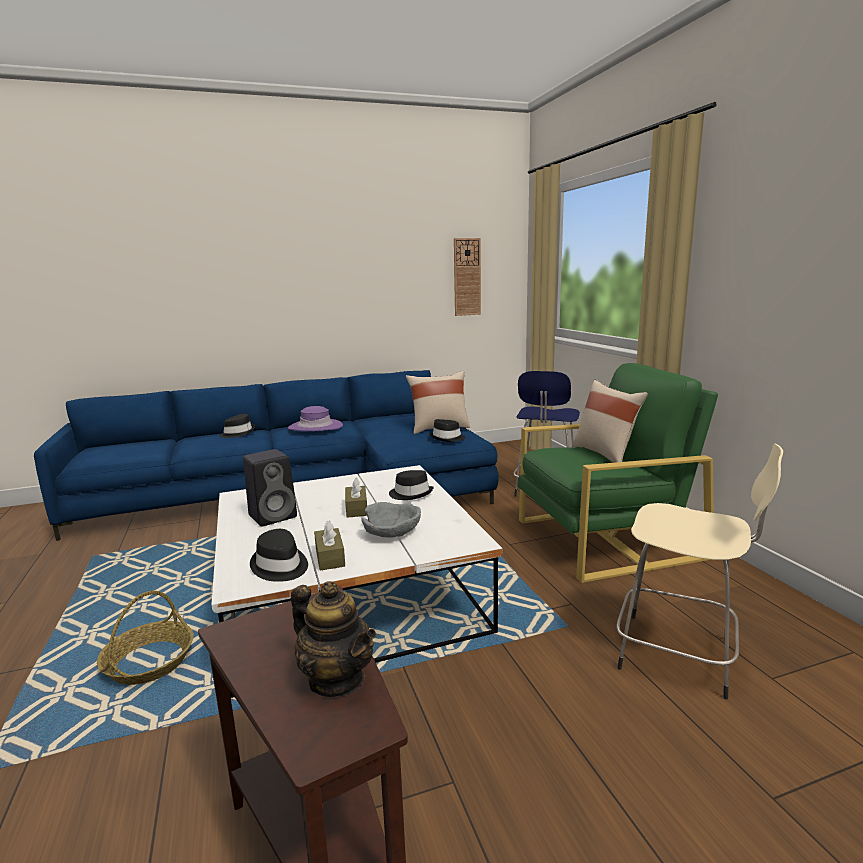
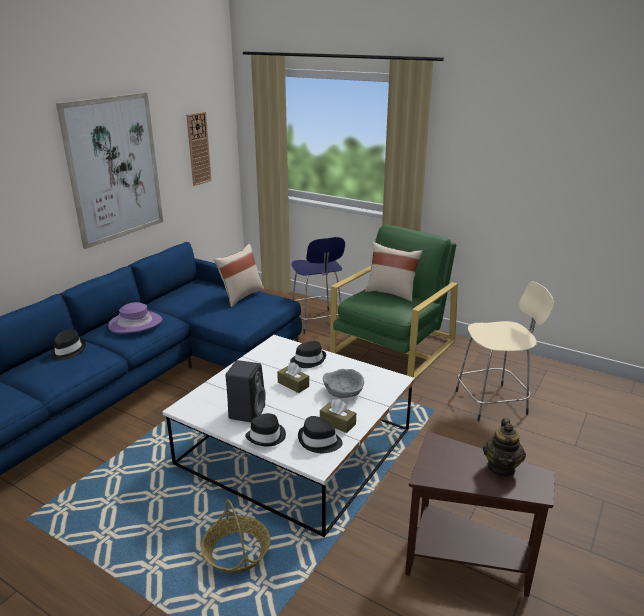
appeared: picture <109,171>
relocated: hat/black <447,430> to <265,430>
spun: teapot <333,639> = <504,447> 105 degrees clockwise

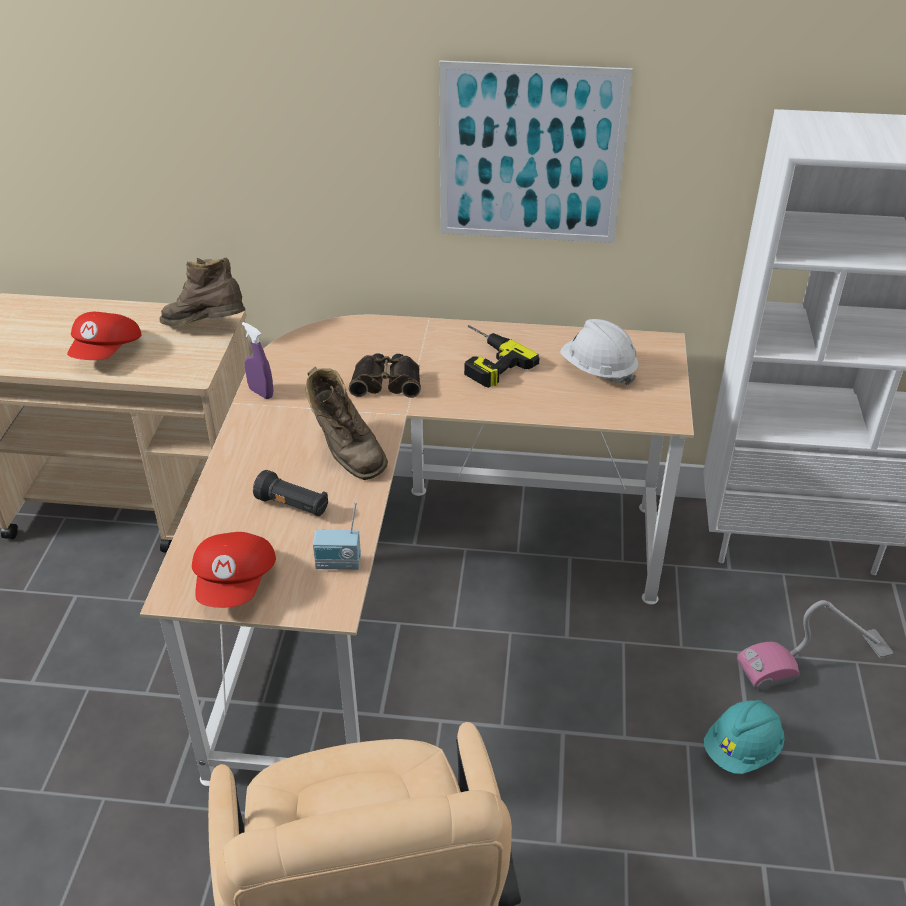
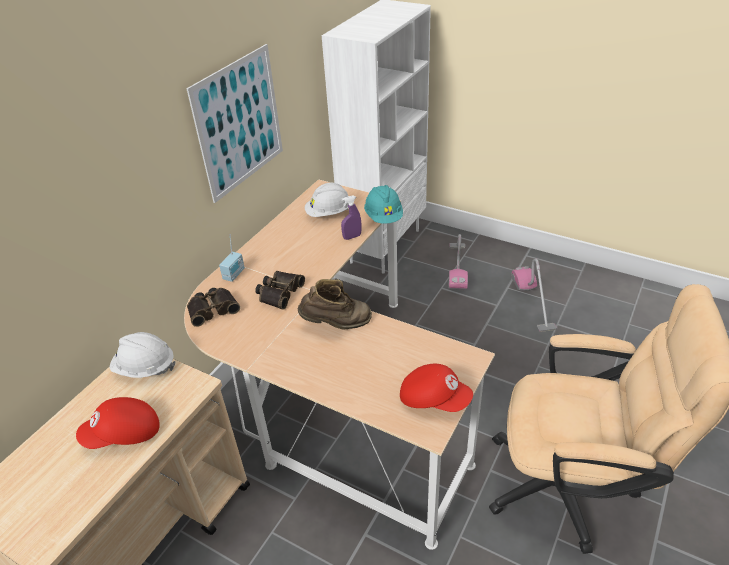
missing: power drill <501,356>; flashlight/black <290,493>
appeared: vacuum cleaner <534,295>; binoculars <213,307>
relocated: spray bottle/purple <258,360> to <351,217>; radio <337,536> to <232,258>; hard hat/turquoise <744,737> to <383,204>
exchanged: boot/brown <202,291> to hard hat/white <143,355>
spun: cap/red <104,336> = <118,423> 120 degrees clockwise

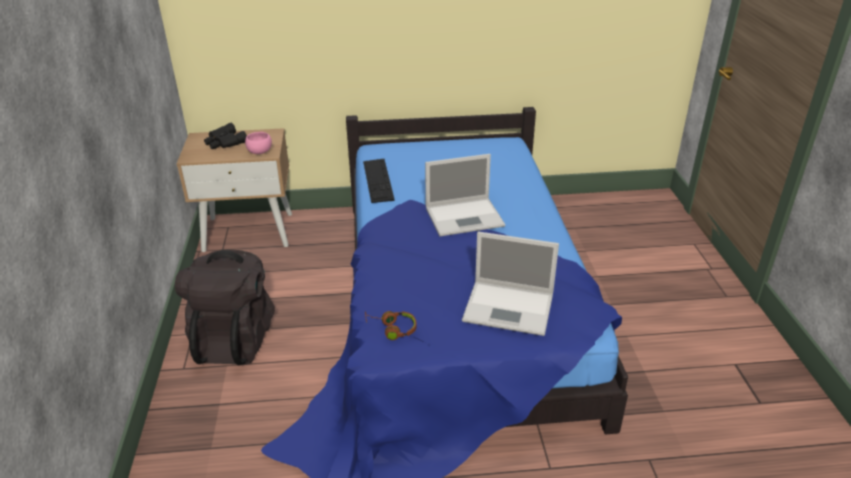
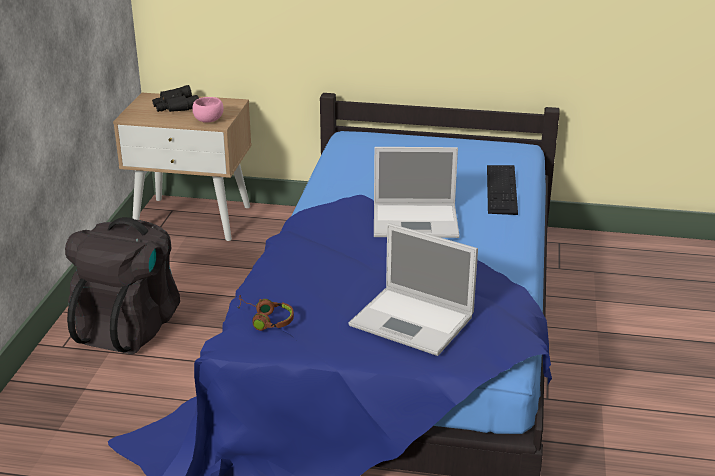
relocated: keyboard <379,181> to <502,190>

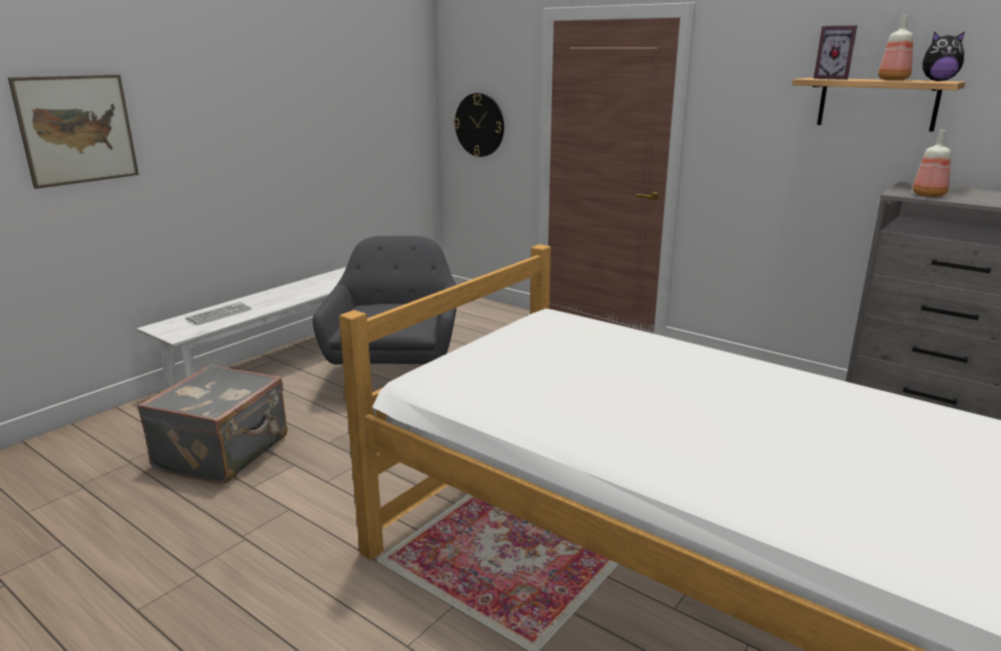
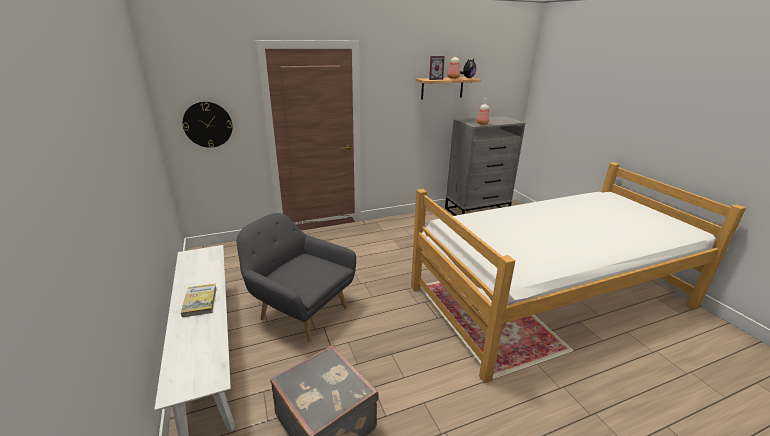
missing: picture <73,132>; keyboard <218,313>
appeared: book <199,300>

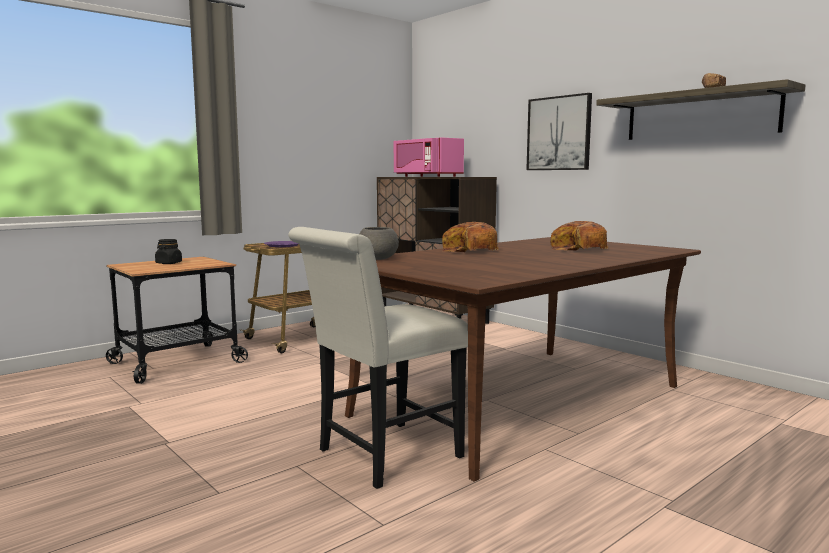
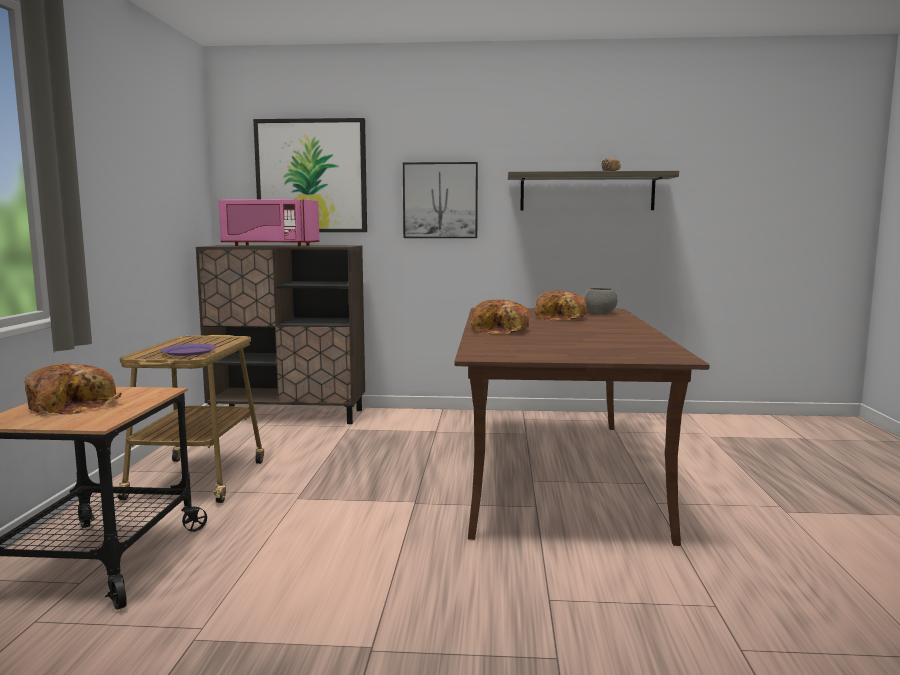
missing: chair/white <378,358>
appeared: picture <310,175>
relocated: bowl/grey <379,243> to <600,301>
exchanged: jar/black <168,251> to bread <73,389>

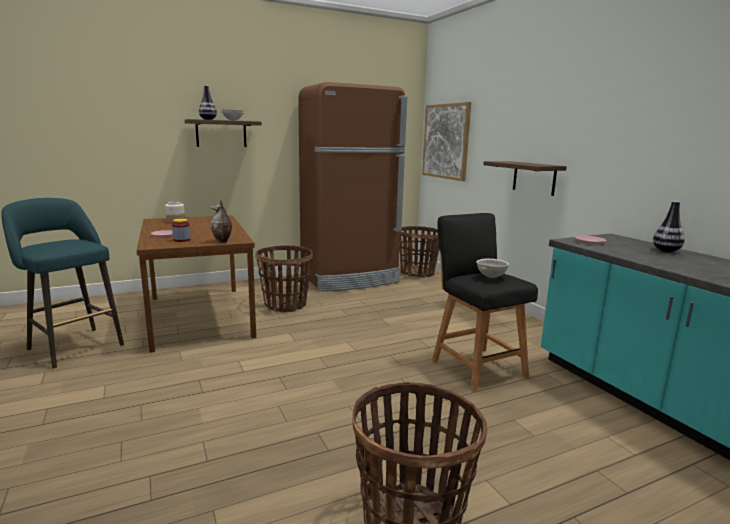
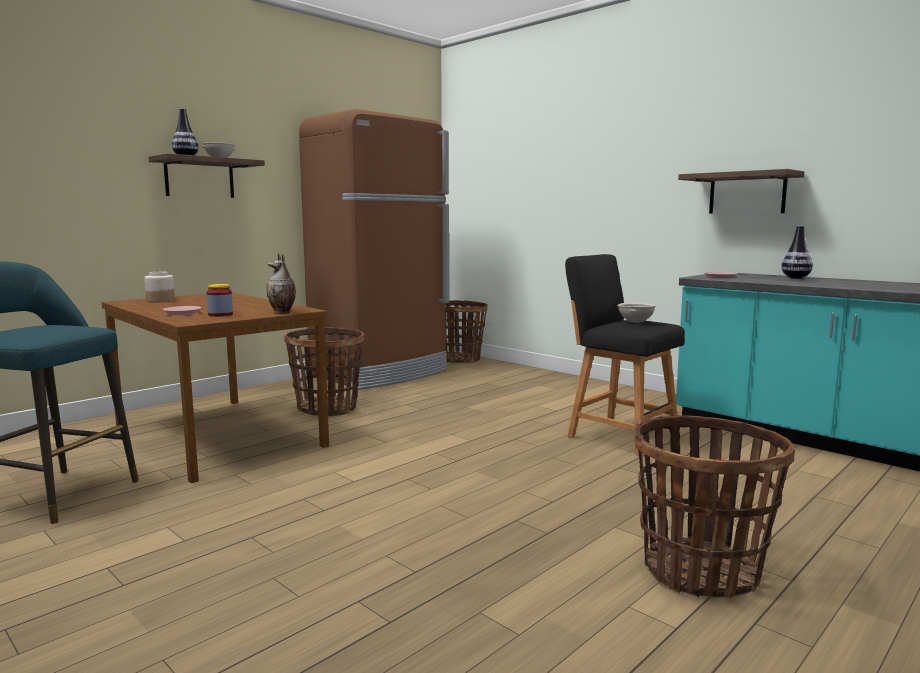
missing: picture <446,141>
relocated: shelf <525,178> to <741,191>

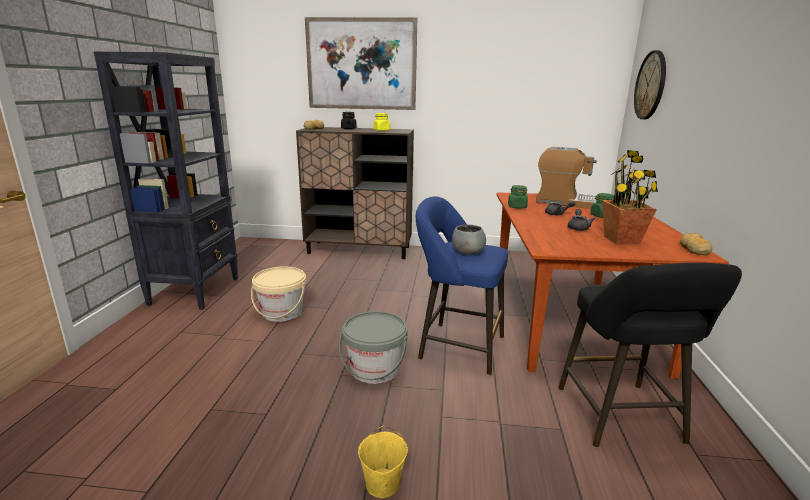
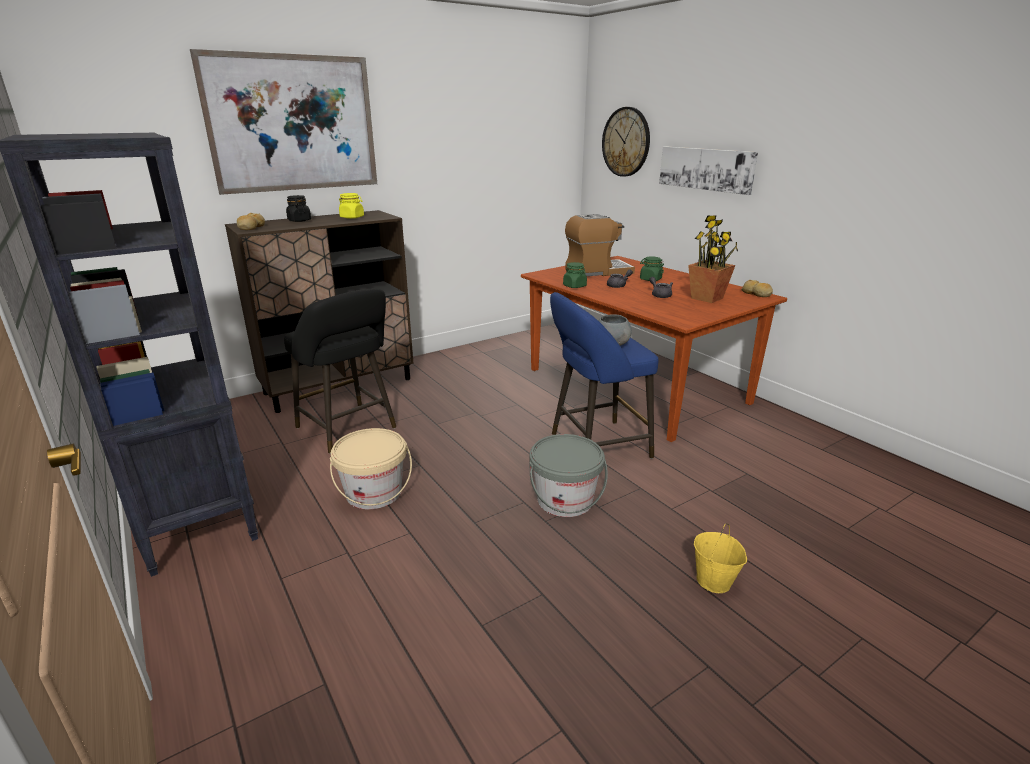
appeared: picture <708,170>
relocated: stool/black <650,355> to <340,371>

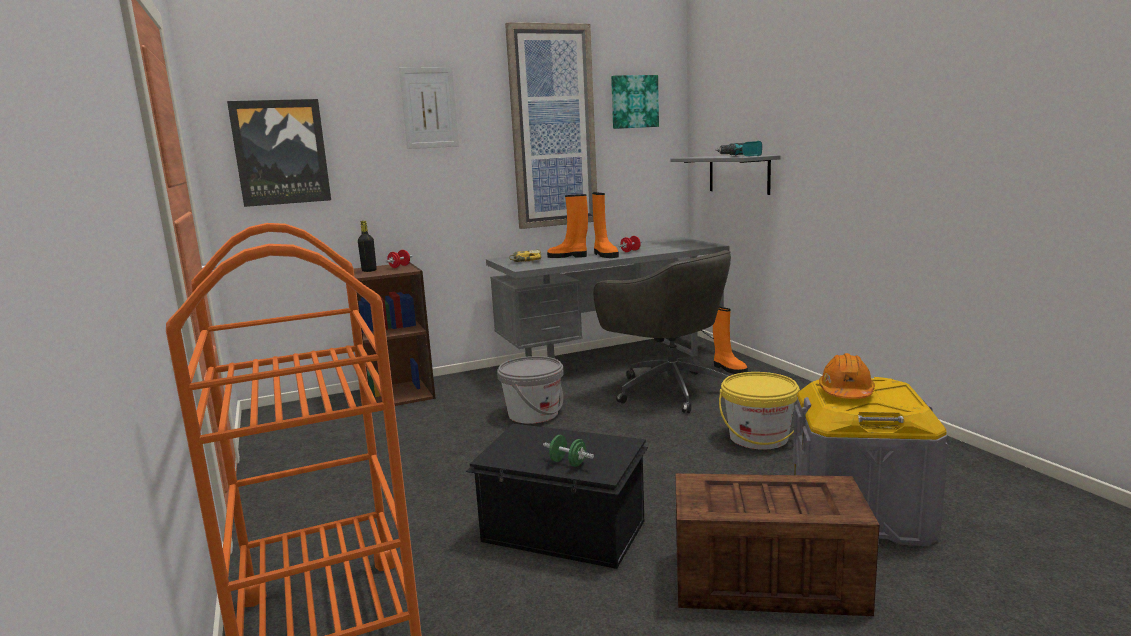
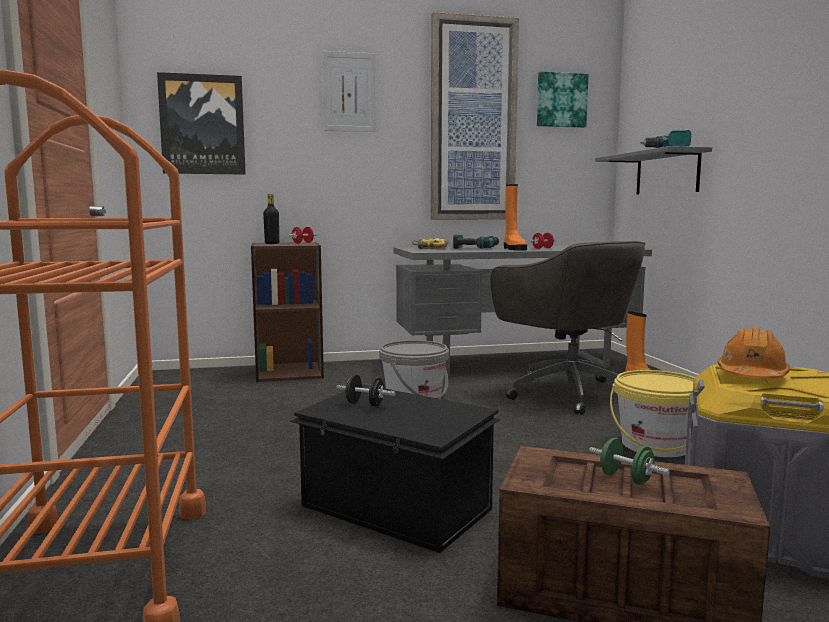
appeared: dumbbell/black <365,391>
relocated: dumbbell/green <568,451> to <629,461>
exchanged: boot/orange <567,226> to power drill <476,241>

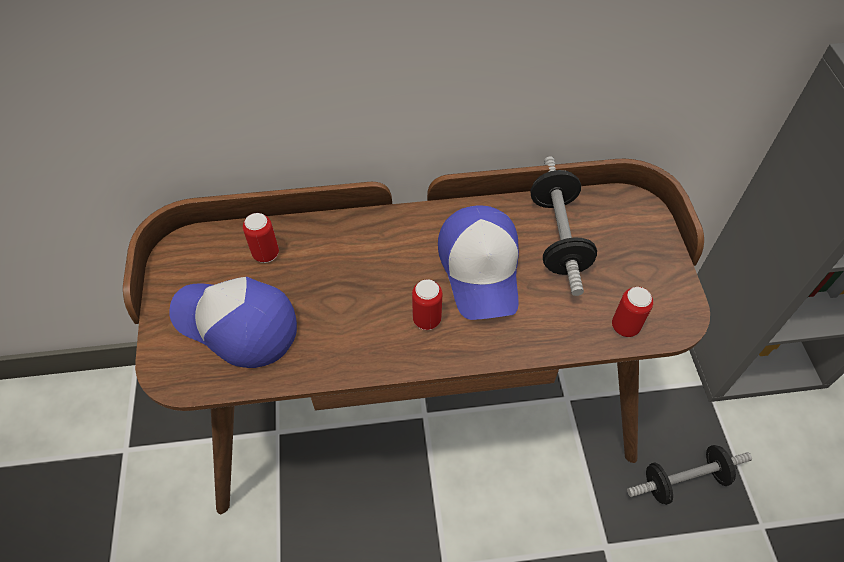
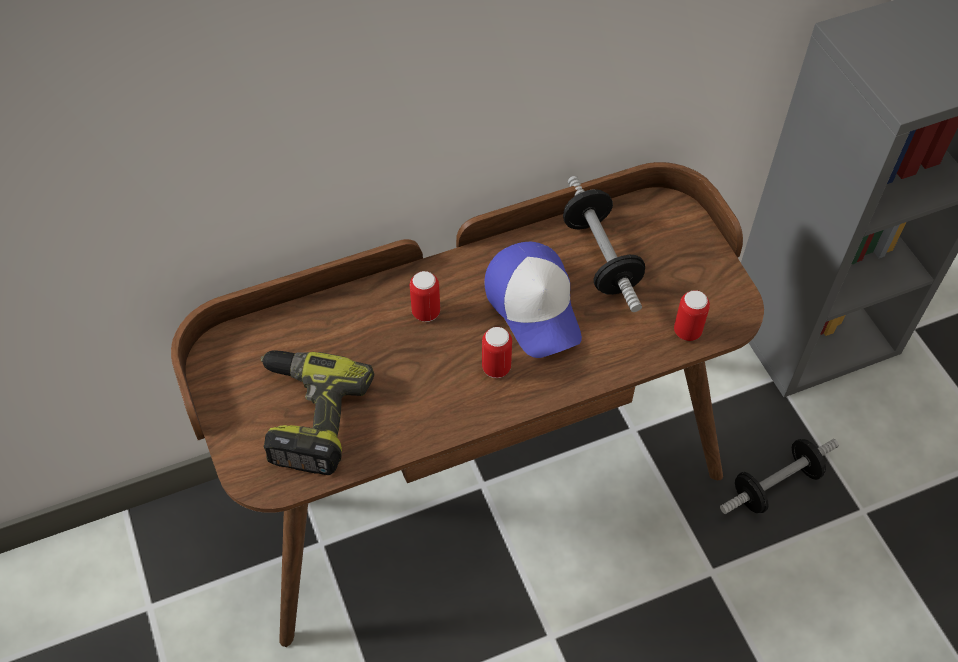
relocated: can <261,238> to <425,296>
exchanged: cap <233,322> to power drill <317,412>

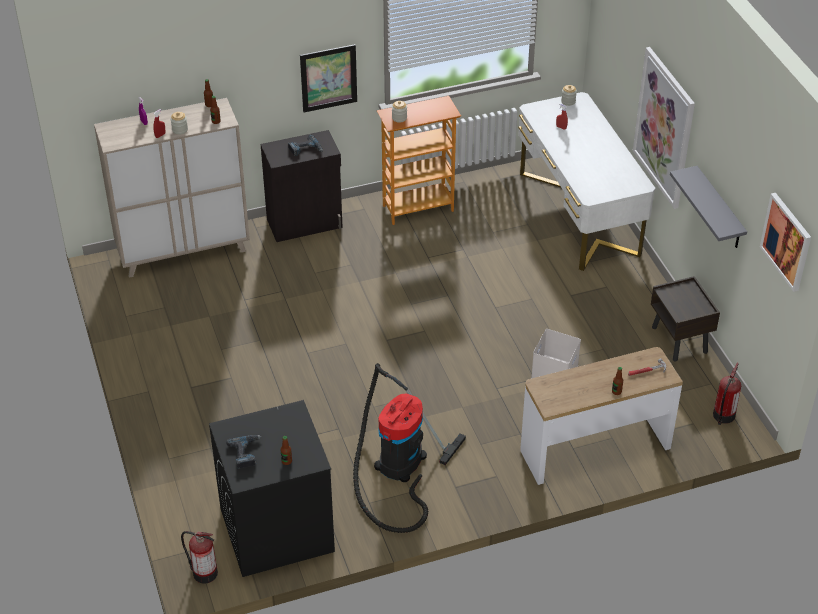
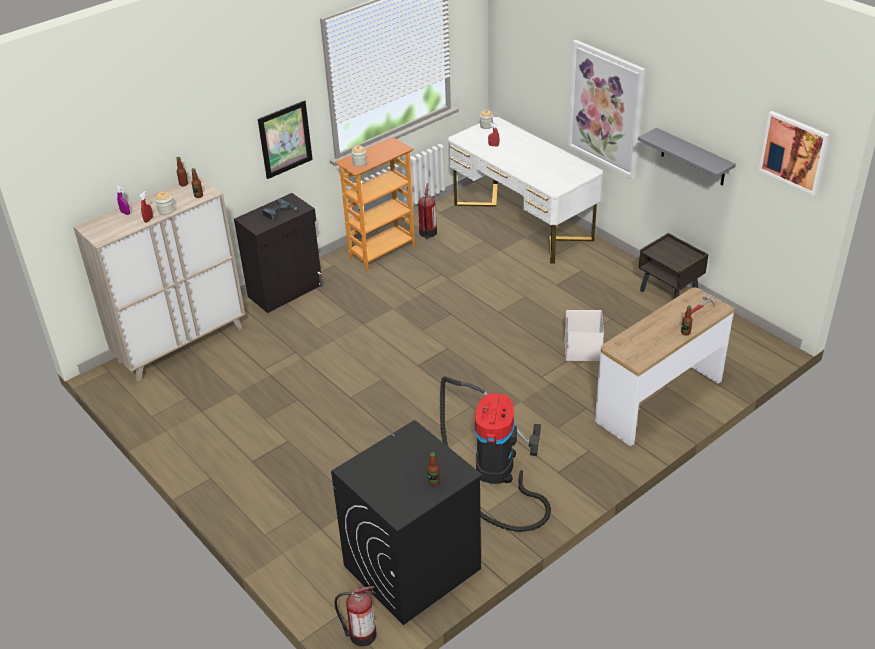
missing: power drill <244,452>
relocated: fire extinguisher <727,393> to <427,211>

